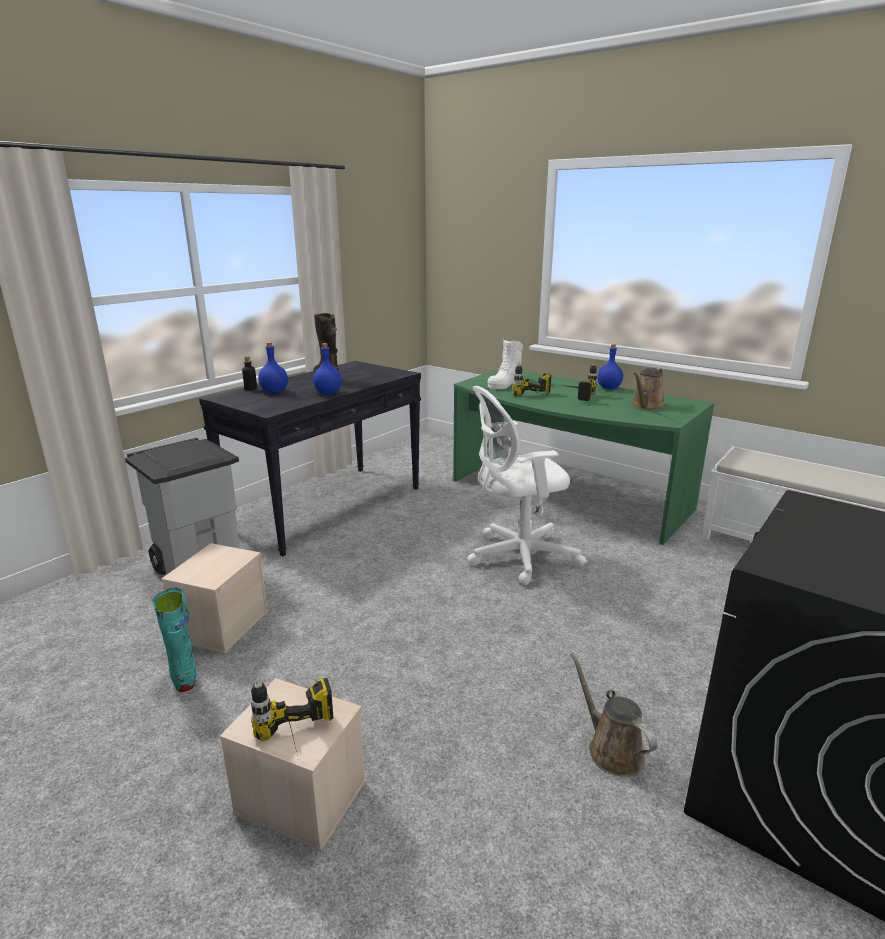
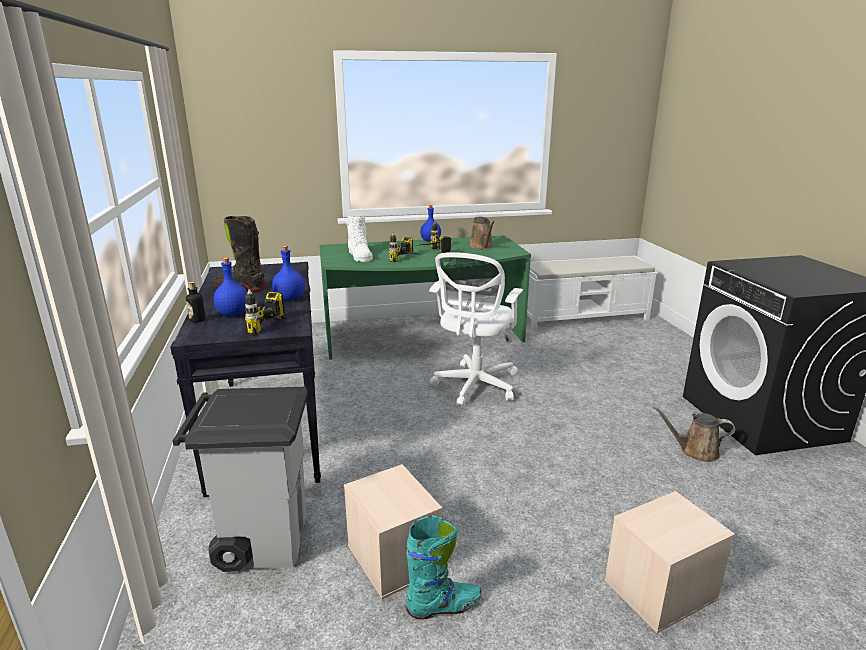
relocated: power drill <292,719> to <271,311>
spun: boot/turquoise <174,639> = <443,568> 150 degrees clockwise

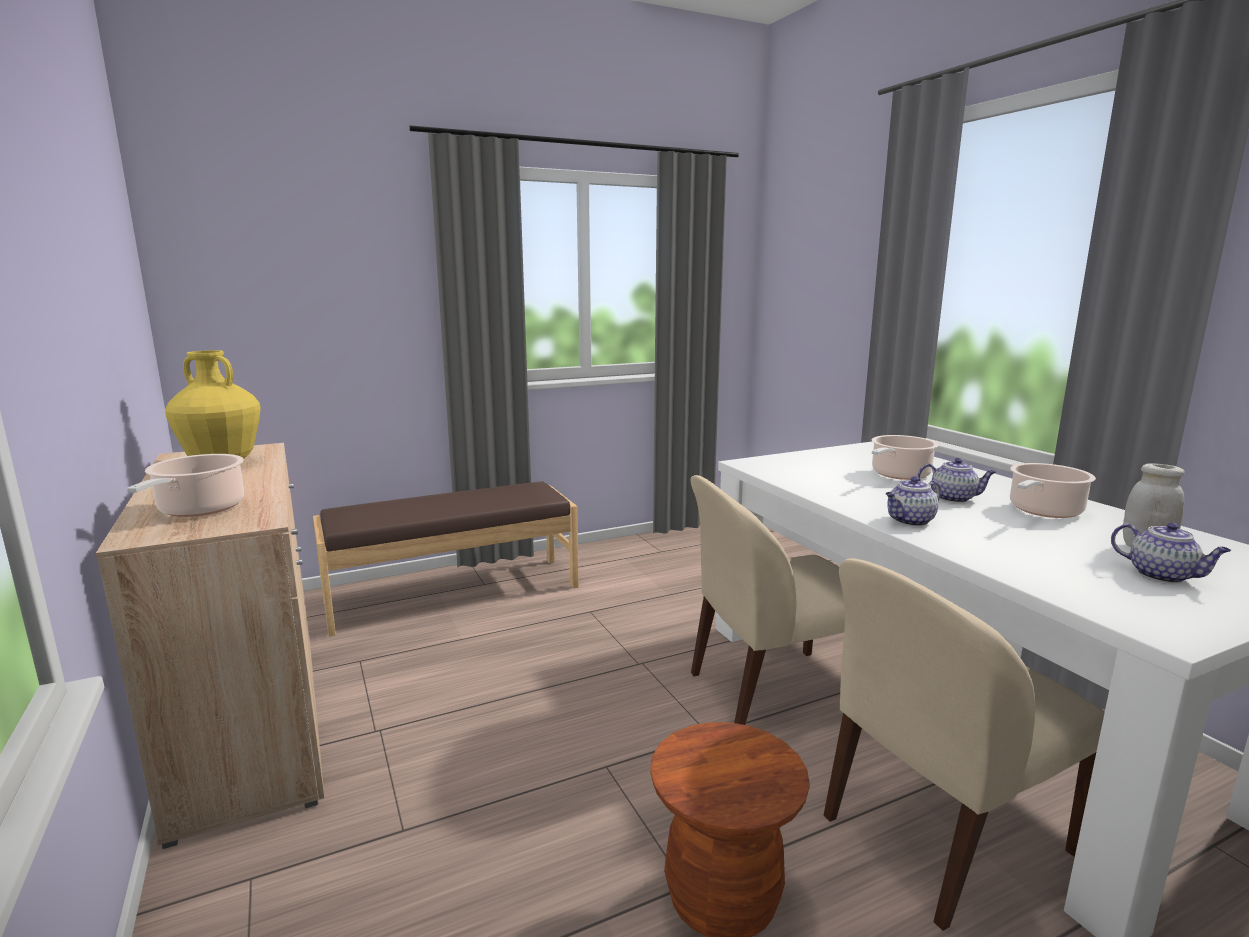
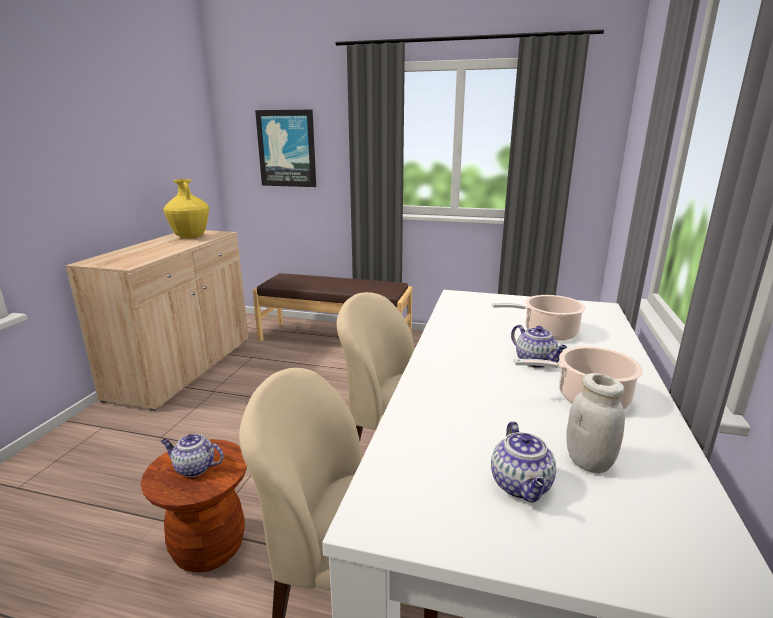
missing: cooking pot <185,485>
appeared: picture <285,148>
relocated: teapot <913,501> to <192,455>

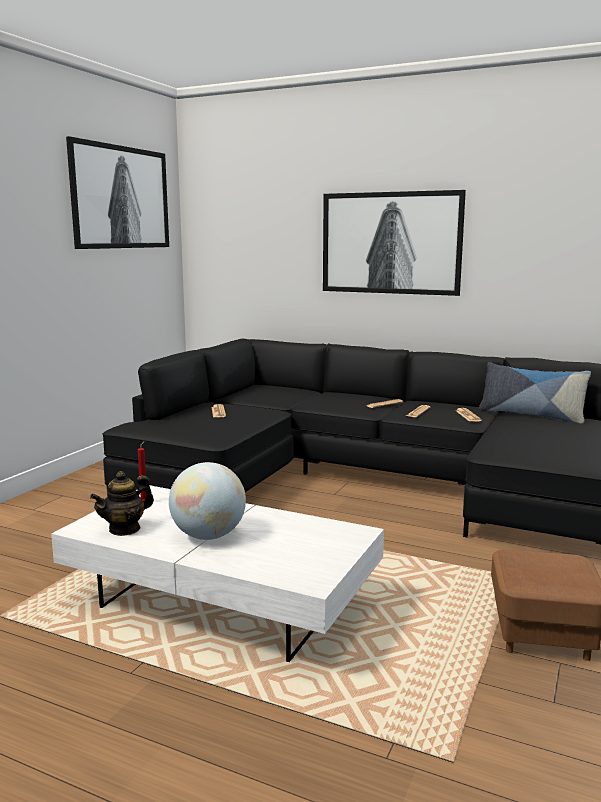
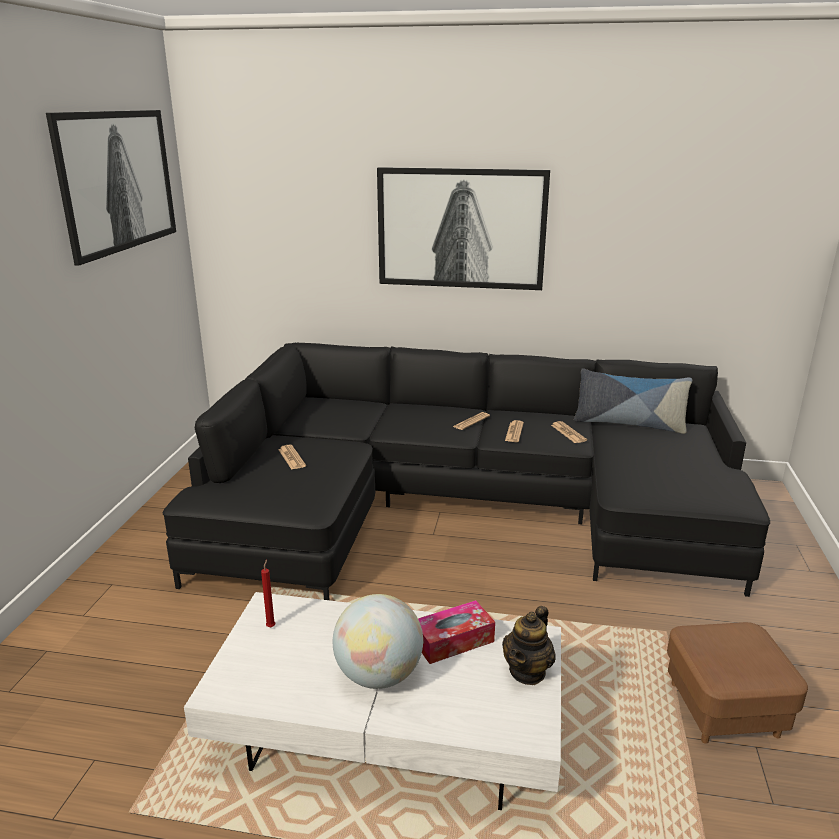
appeared: tissue box <456,632>
relocated: teapot <122,503> to <529,645>

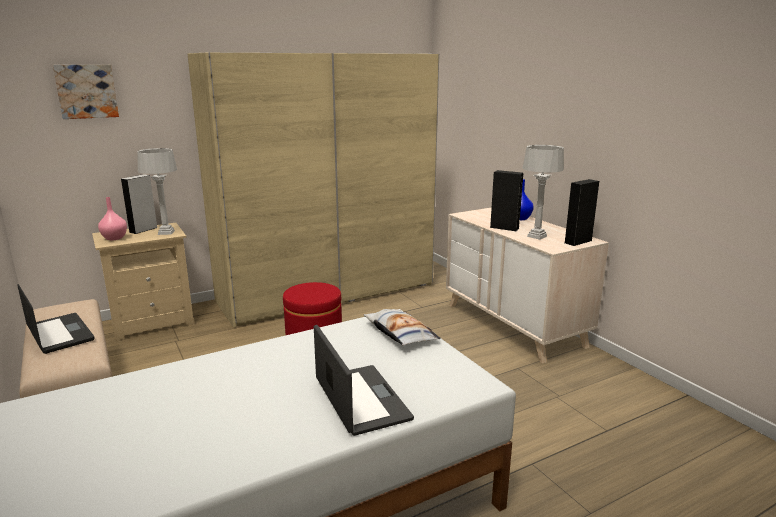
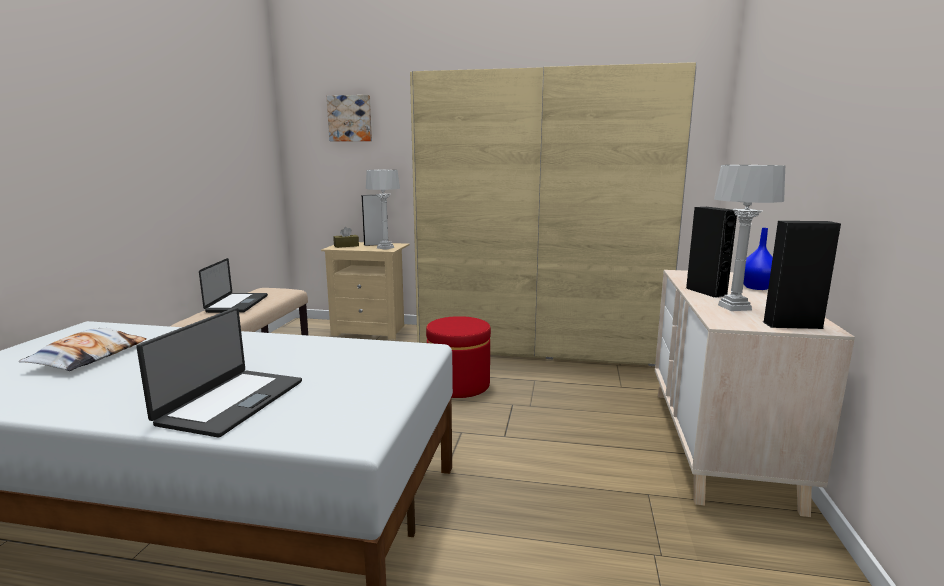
relocated: pillow <402,327> to <82,349>
exchanged: vase/pink <112,218> to tissue box/brown <346,237>

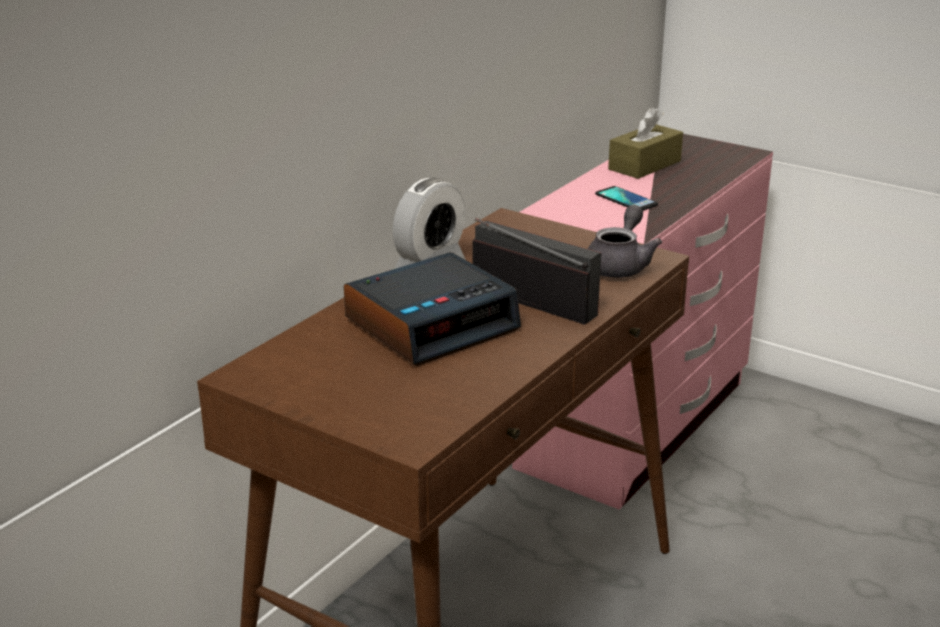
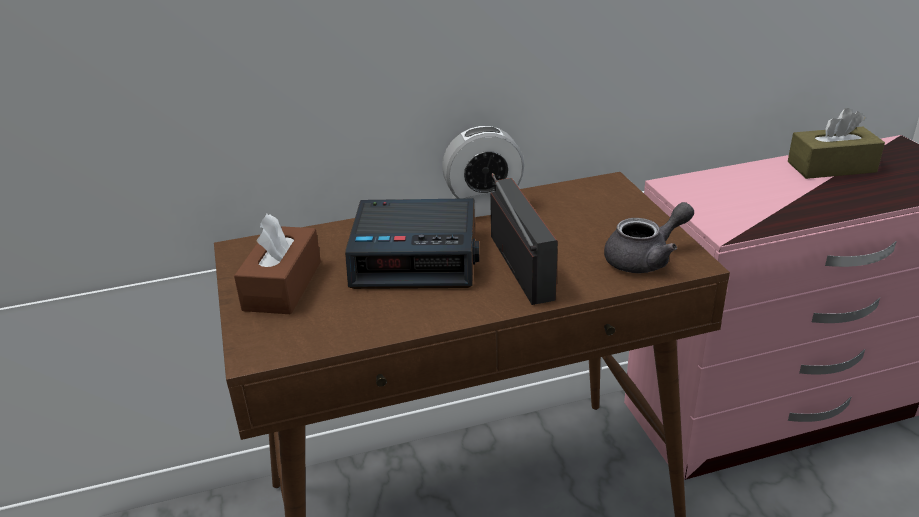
missing: phone <626,198>
appeared: tissue box/brown <277,263>

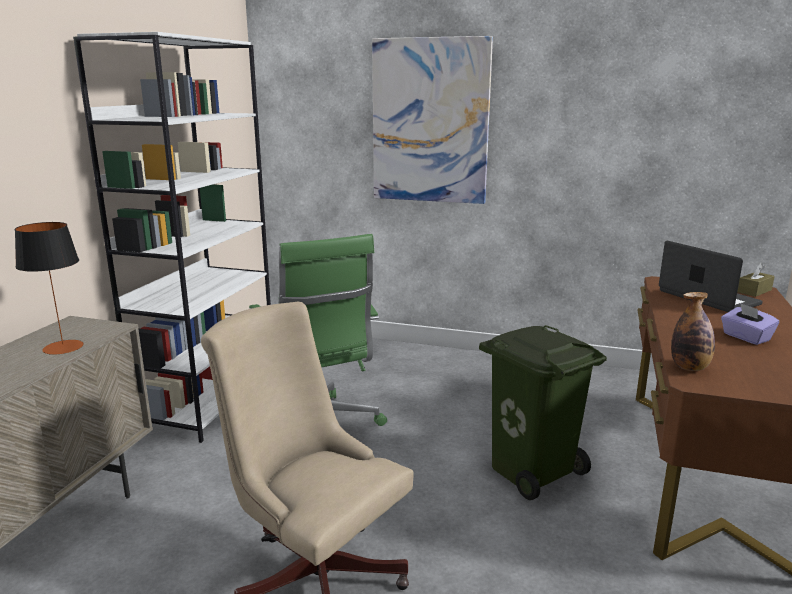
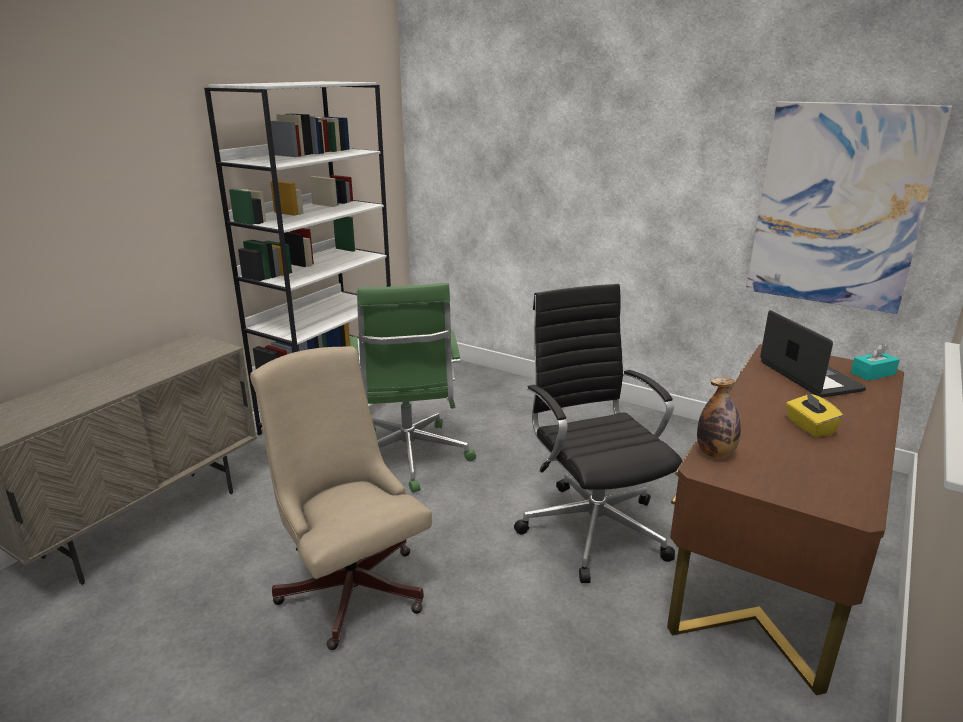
missing: table lamp <49,288>
relocated: picture <432,120> to <849,207>
exchanged: trash can/green <543,412> to office chair/black <598,433>
colour: tissue box/brown <756,280> to tissue box/turquoise <875,362>; tissue box/purple <750,324> to tissue box/yellow <814,414>

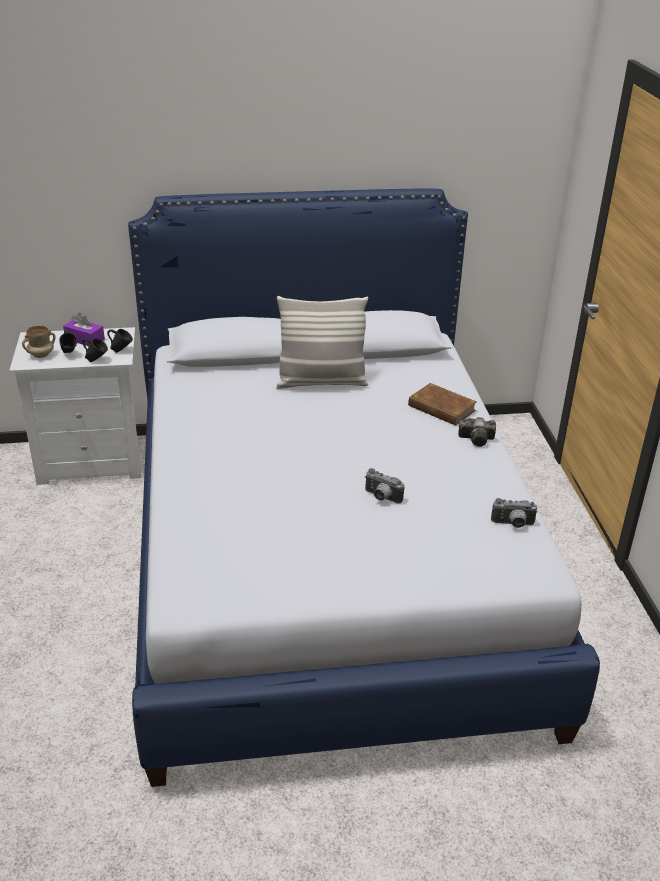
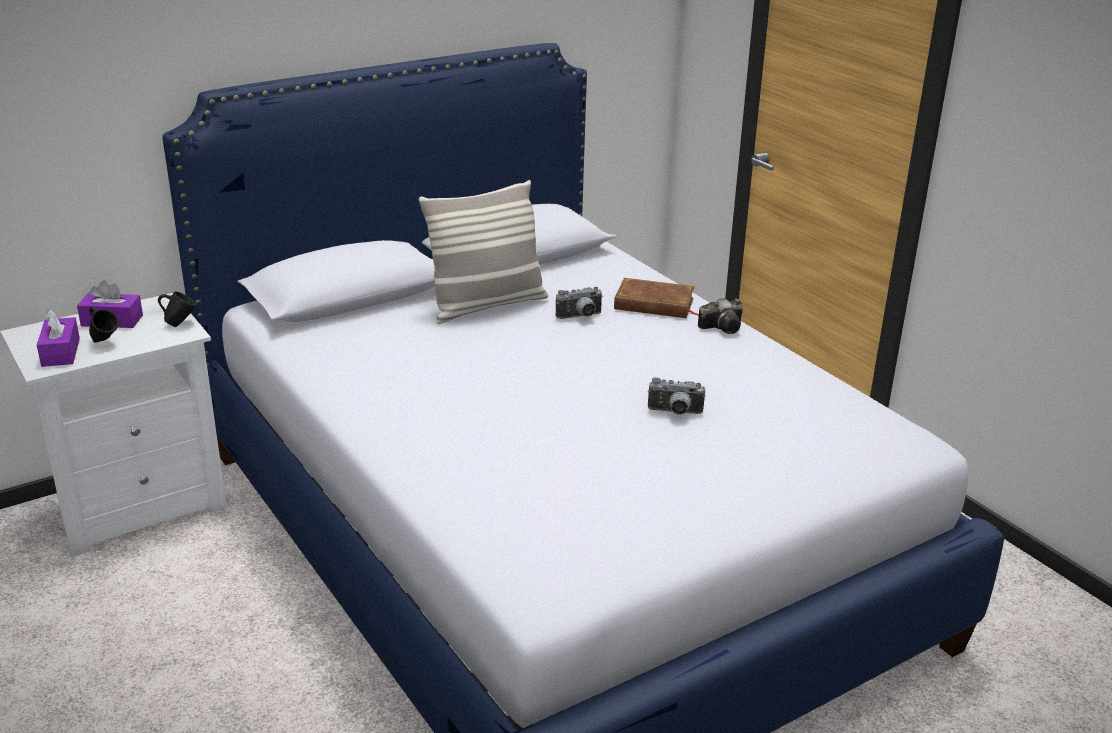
missing: mug/black <95,350>
relocated: photo camera <514,513> to <579,303>
exchanged: mug/beige <39,341> to tissue box/purple <58,338>

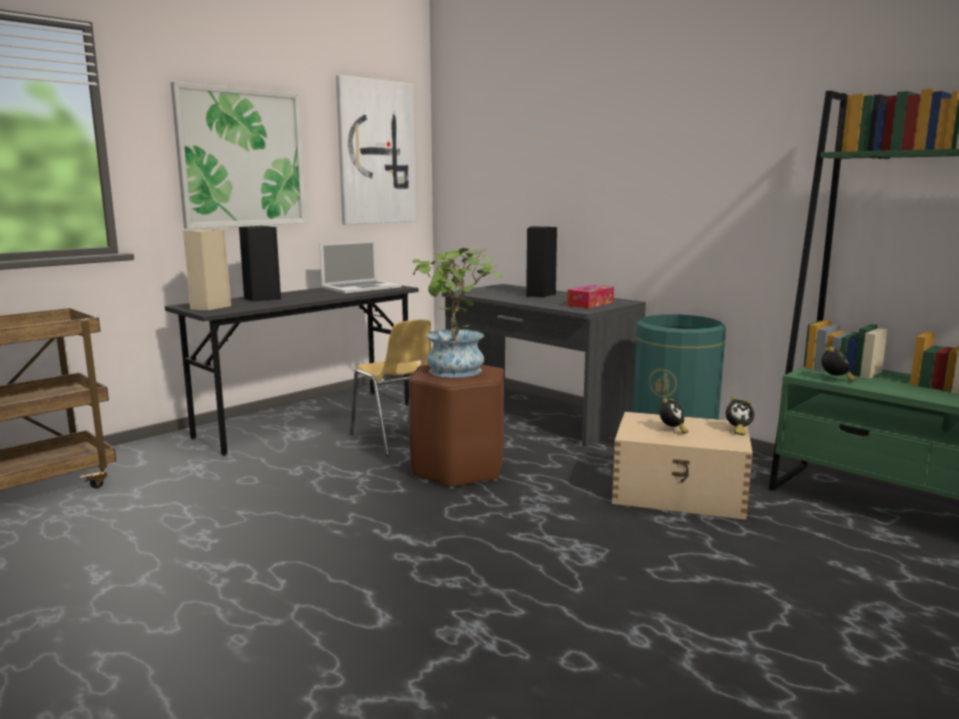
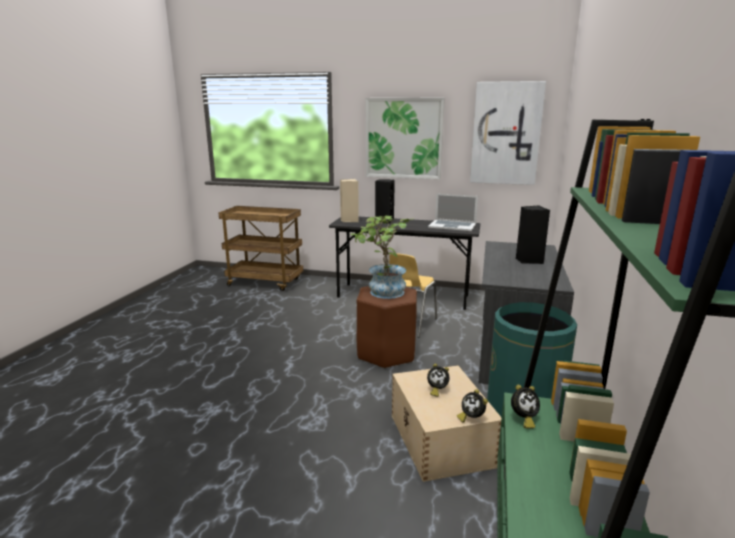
missing: tissue box <590,297>

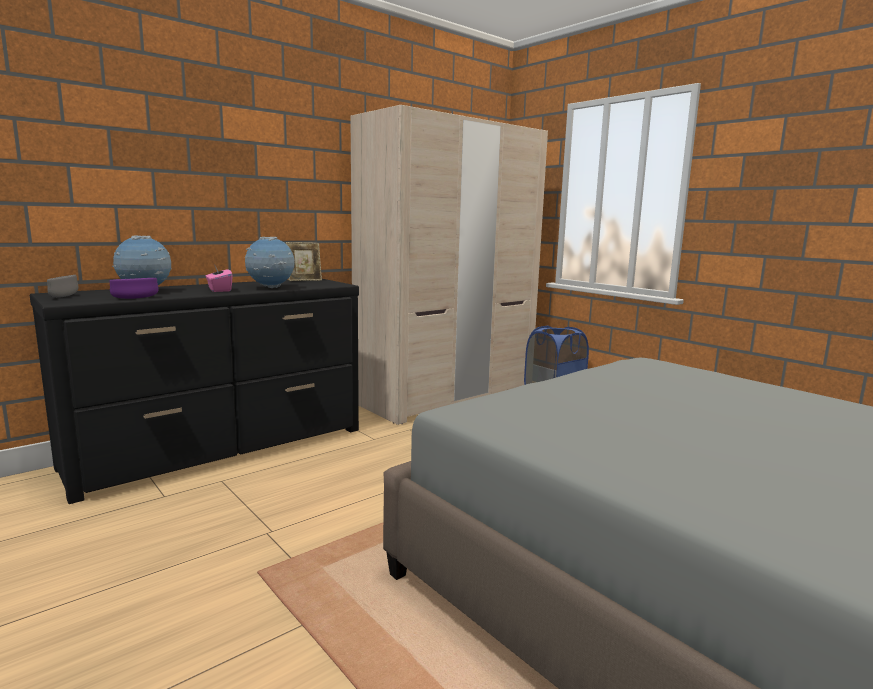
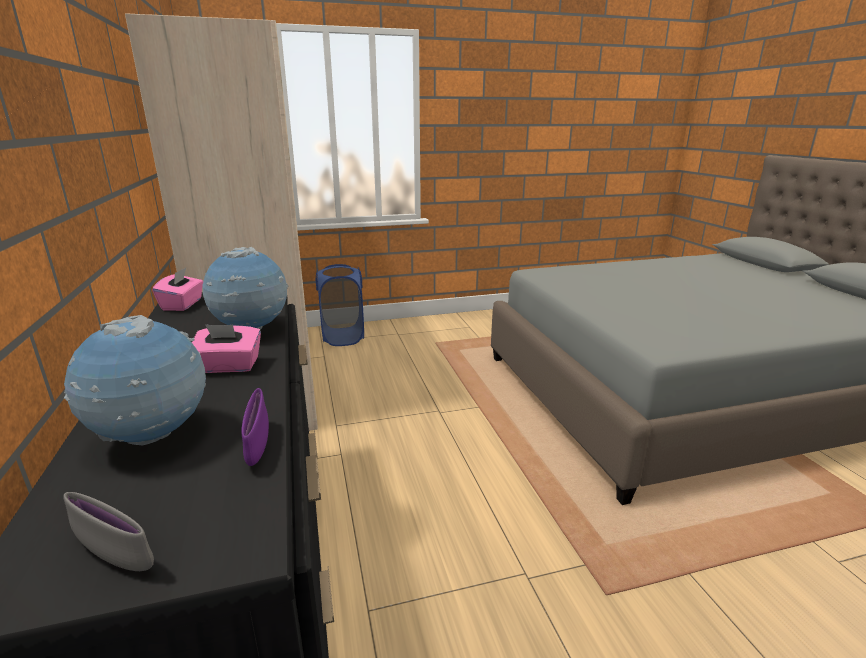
exchanged: picture frame <304,261> to tissue box/pink <177,289>

